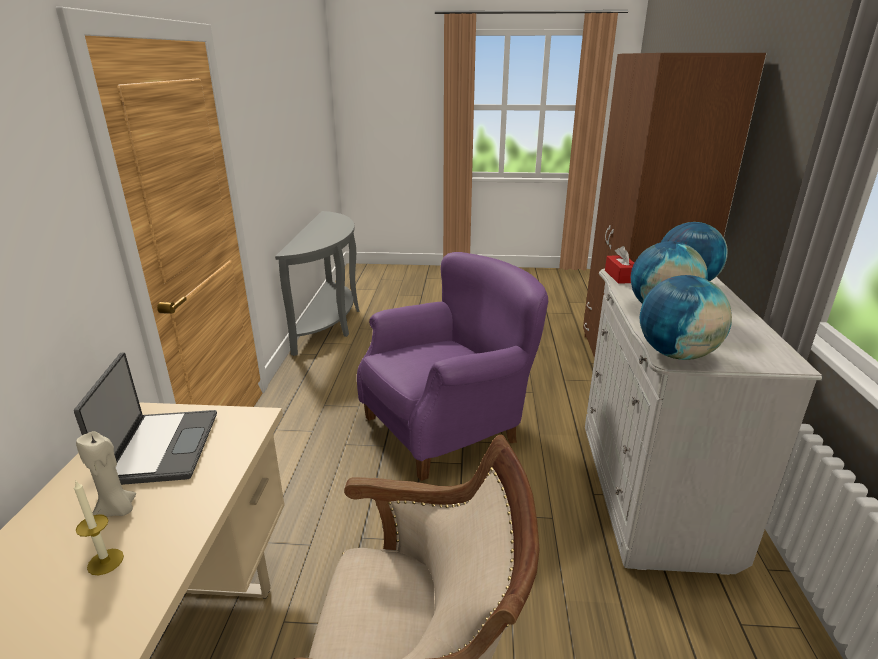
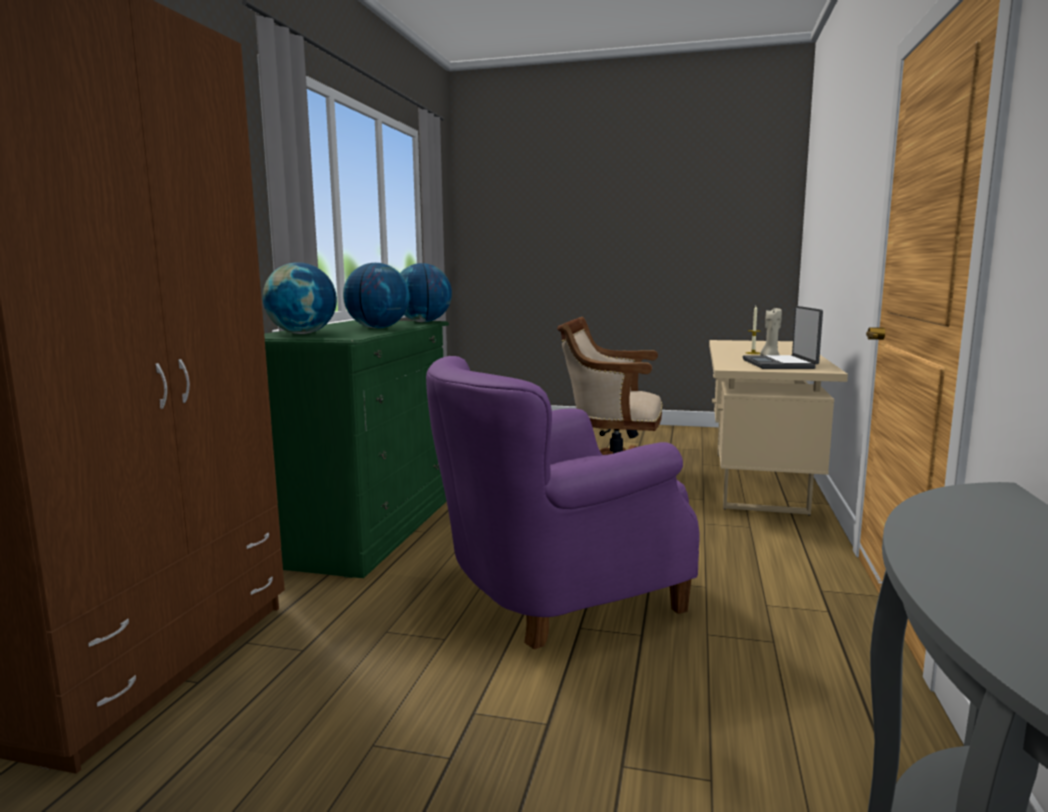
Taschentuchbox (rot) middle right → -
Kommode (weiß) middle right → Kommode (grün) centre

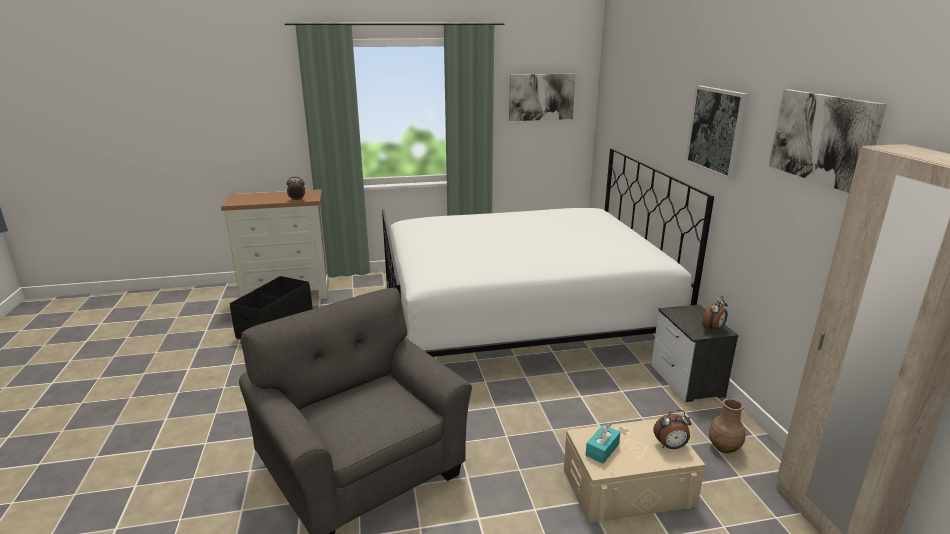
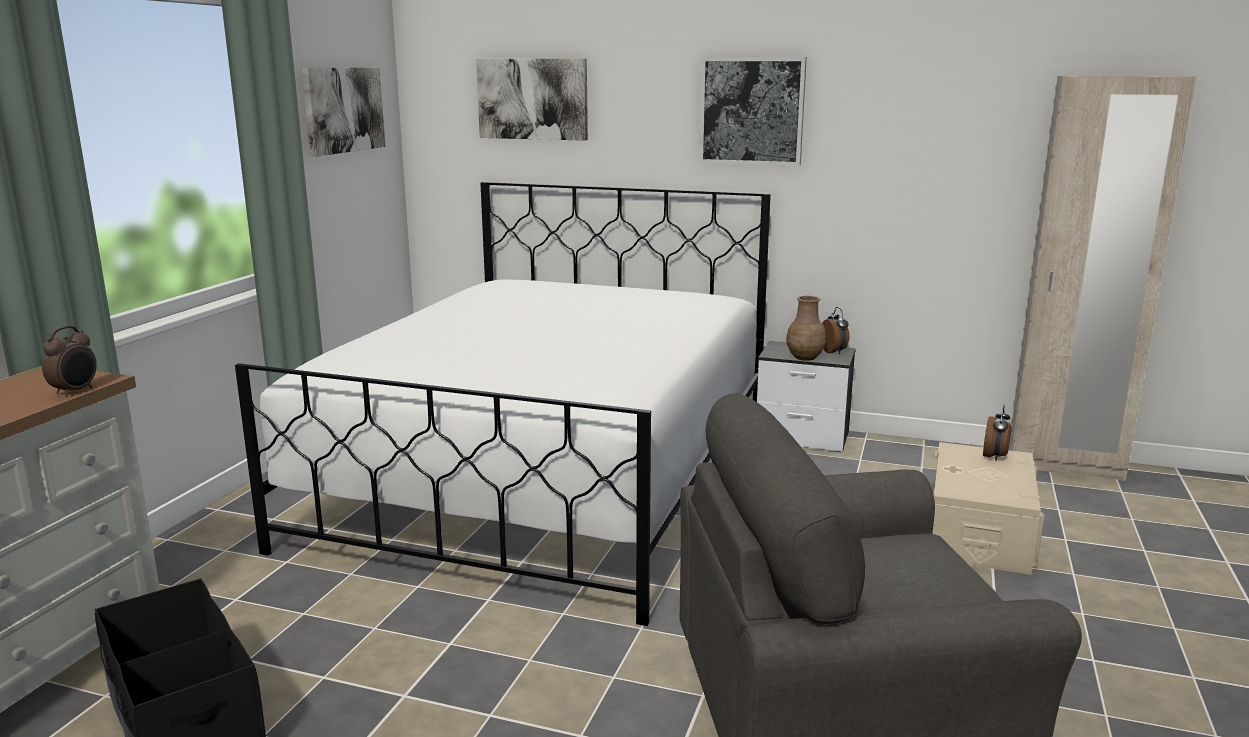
Bild (3rd from left in the first image) top right → Bild (2nd from left) top centre, moved
Vase (braun) bottom right → Vase (braun) centre, moved
Taschentuchbox (türkis) bottom centre → -

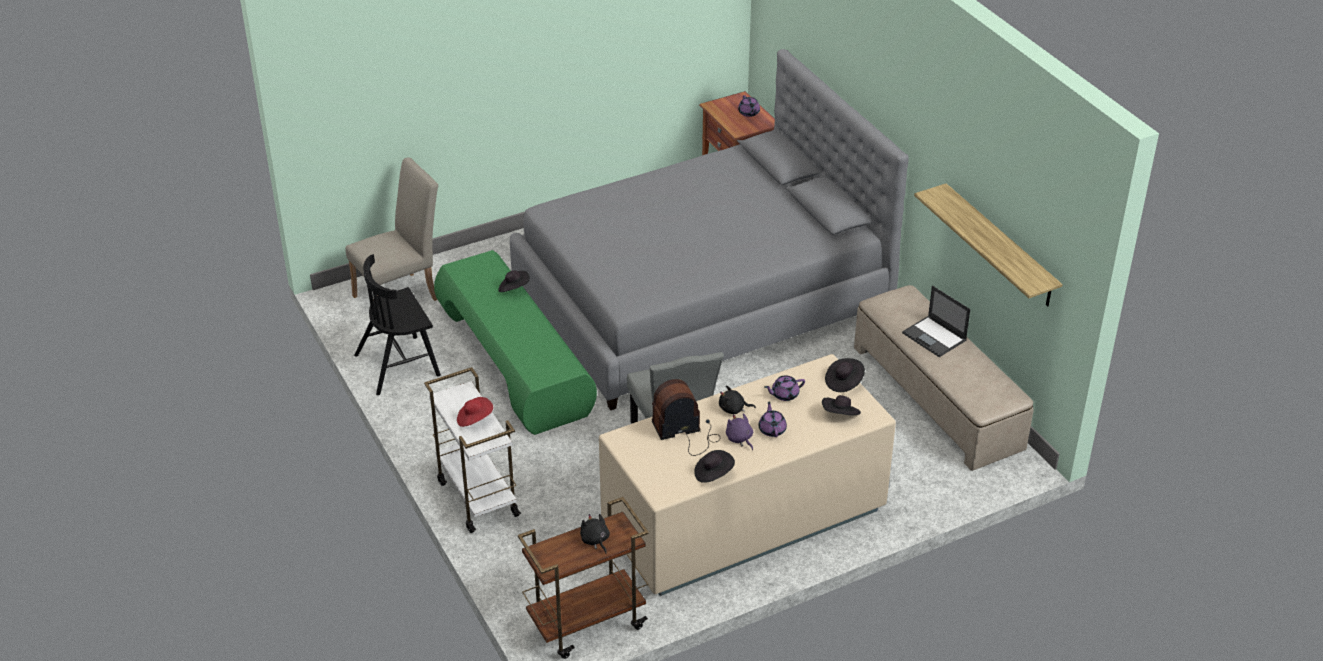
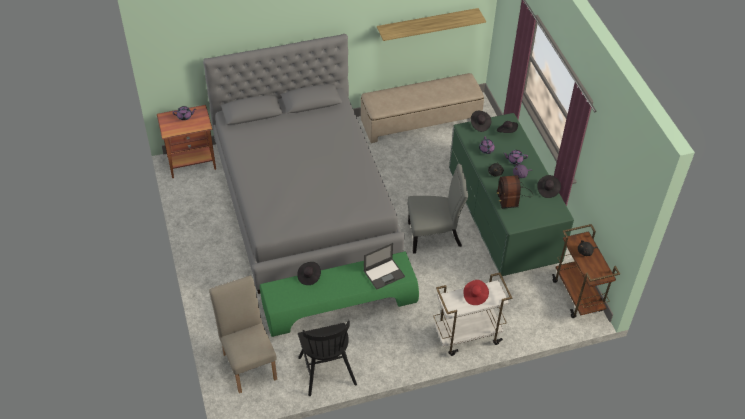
Laptop middle right → Laptop centre, moved
Kommode (beige) bottom centre → Kommode (grün) middle right

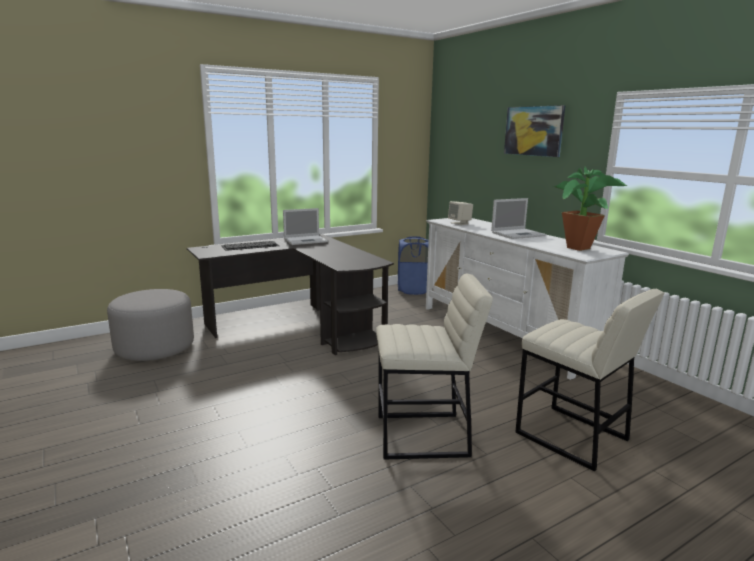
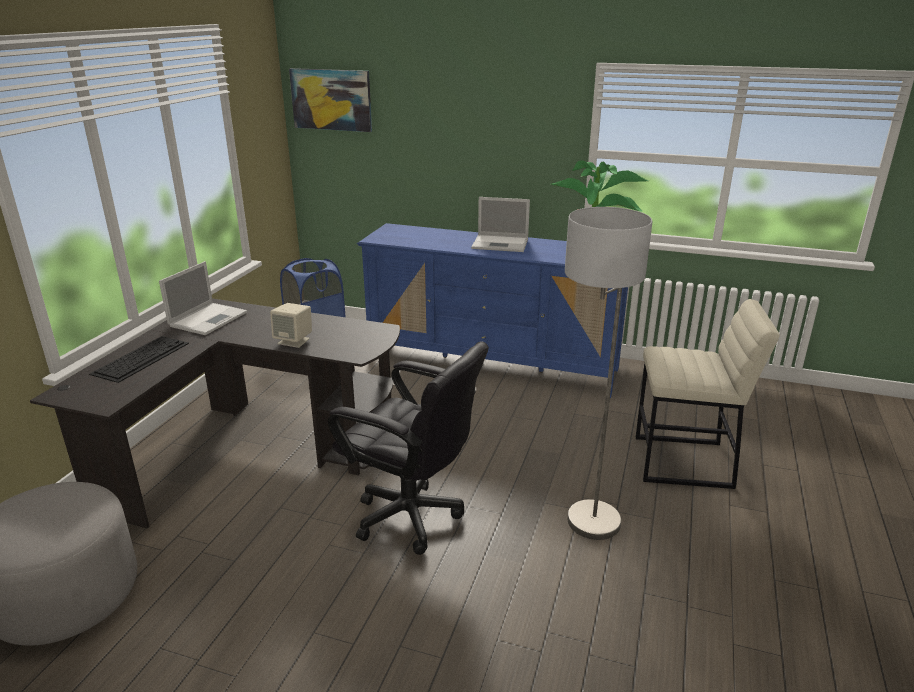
Bild top right → Bild top centre, moved
Laptop (2nd from left) middle right → Laptop (2nd from left) top centre, 75 degrees clockwise
Lautsprecher (beige) centre → Lautsprecher (beige) middle left, moved
Kommode (weiß) middle right → Kommode (blau) centre
Stuhl (beige) (1st from left) centre → Stehlampe (grau) centre
- → Bürostuhl (schwarz) centre

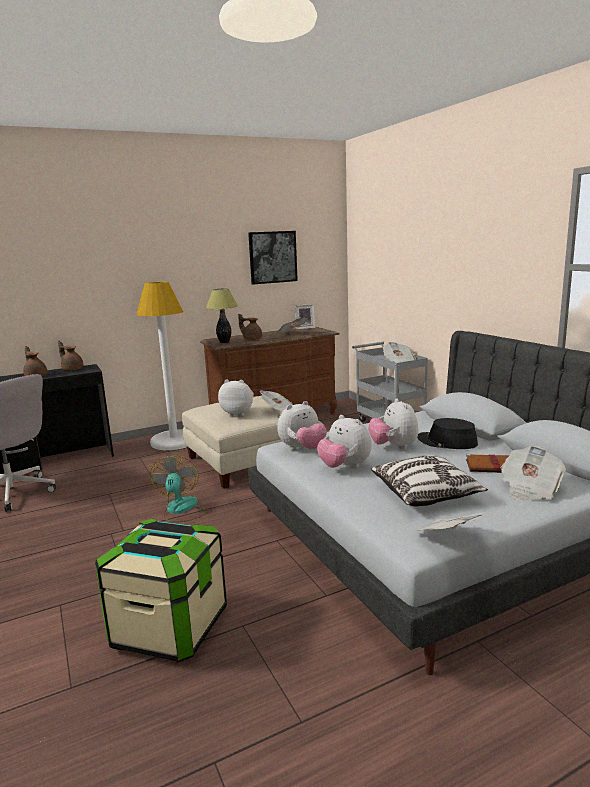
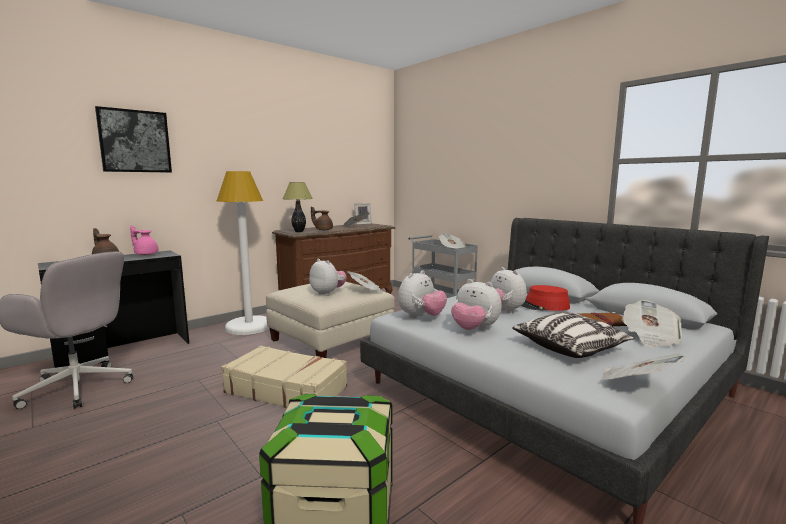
Bild top centre → Bild top left, moved
Teekanne (braun) (2nd from left) middle left → Teekanne (rosa) middle left
Plüschtier (1st from left) centre, 45 degrees clockwise
Hut (schwarz) middle right → Hut (rot) middle right
Ventilator middle left → Koffer (beige) bottom centre

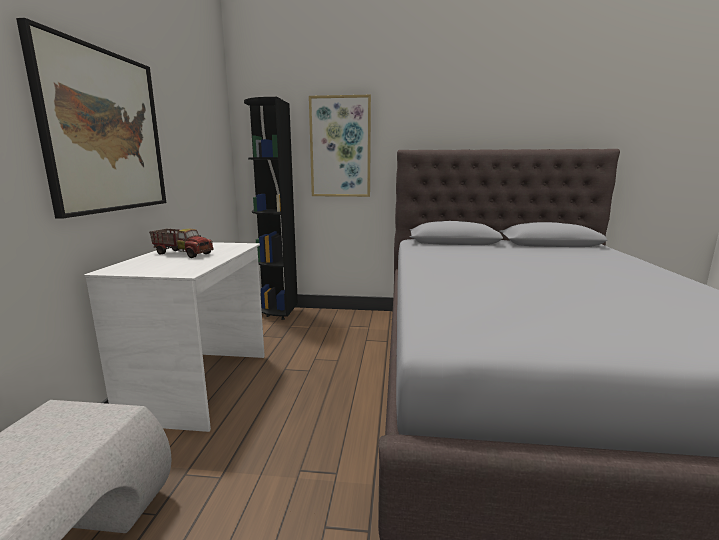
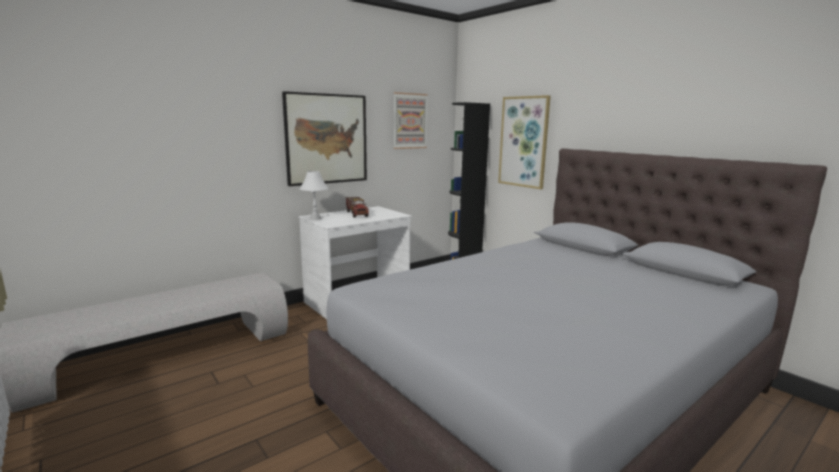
- → Bild (2nd from left) top centre
- → Tischlampe (weiß) centre

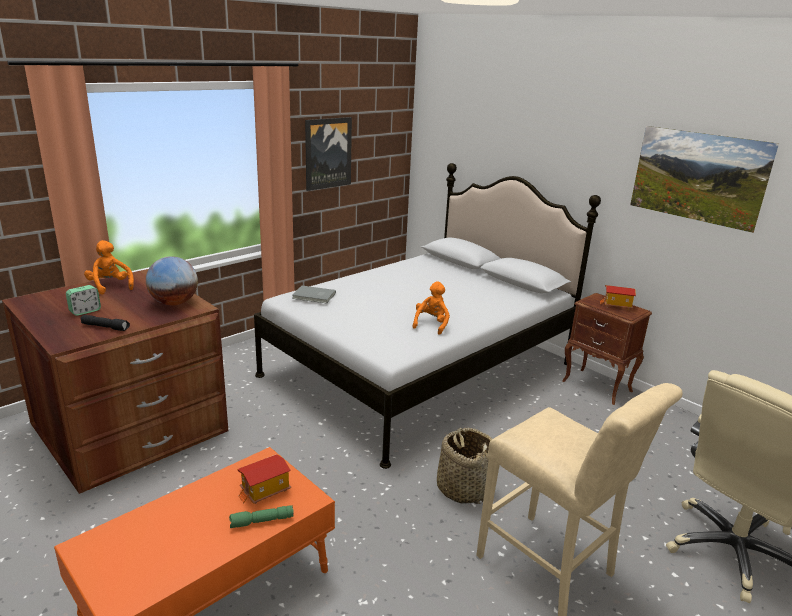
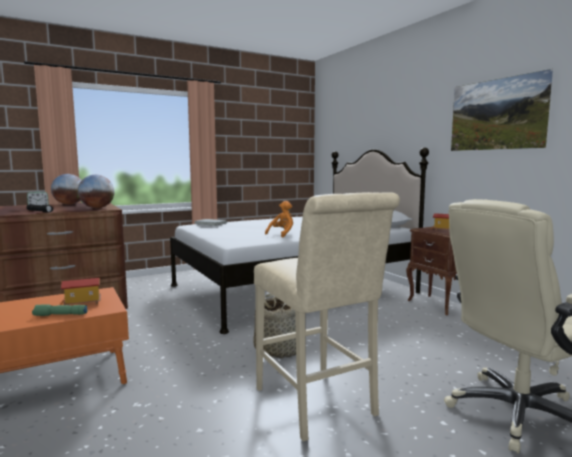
Bild (1st from left) top centre → -
Plüschtier (orange) (1st from left) middle left → Globus (1st from left) middle left

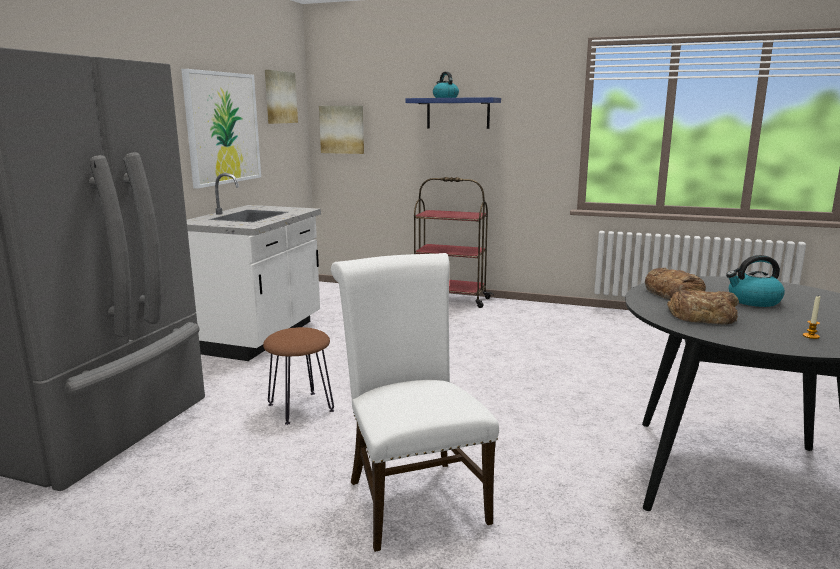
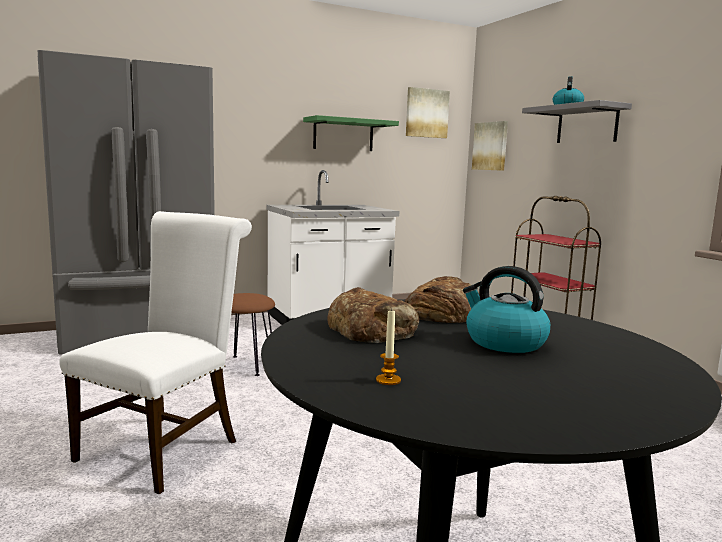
Bild (1st from left) top left → Wandregal (grün) top centre
Wandregal (blau) top centre → Wandregal (grau) top right

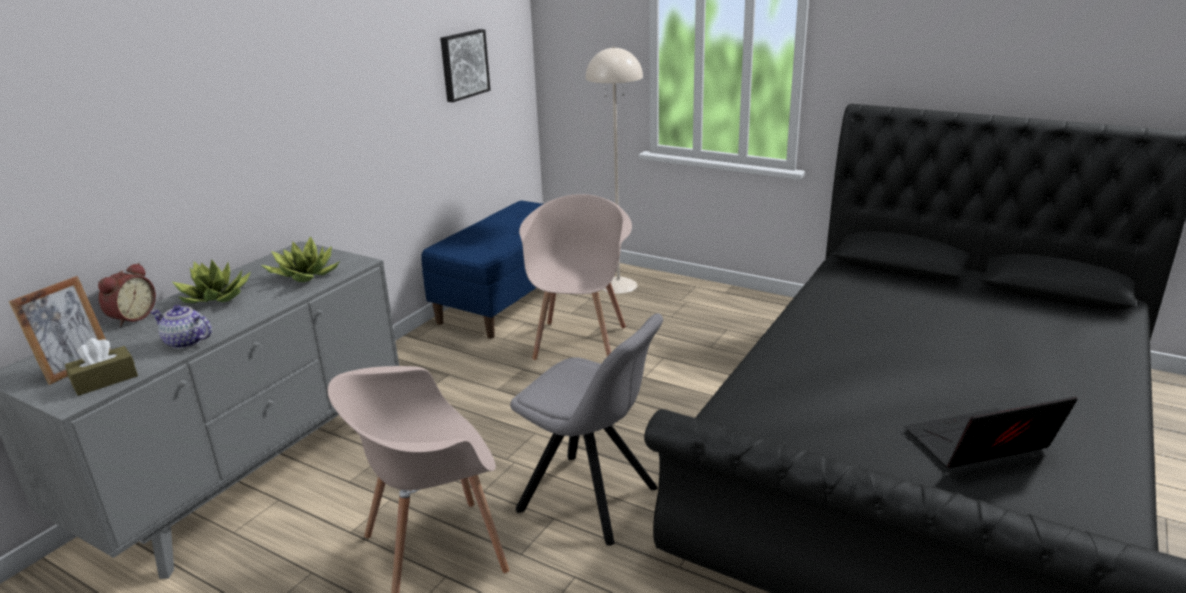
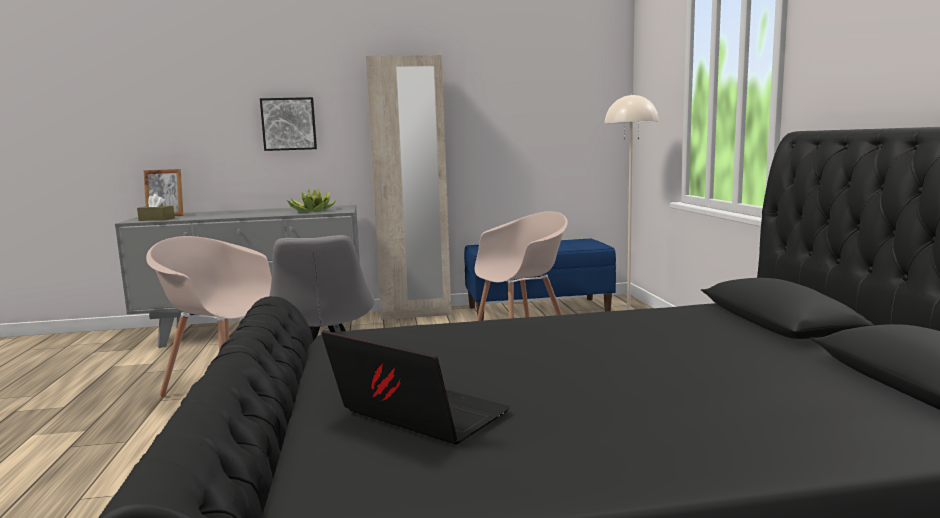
Bild top centre → Bild top left, moved
Topfpflanze (1st from left) middle left → -
Wecker middle left → -
Teekanne middle left → -
- → Kleiderschrank (beige) centre

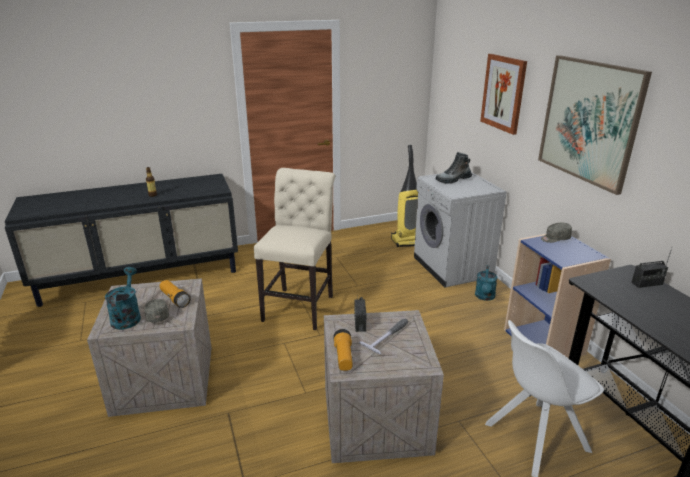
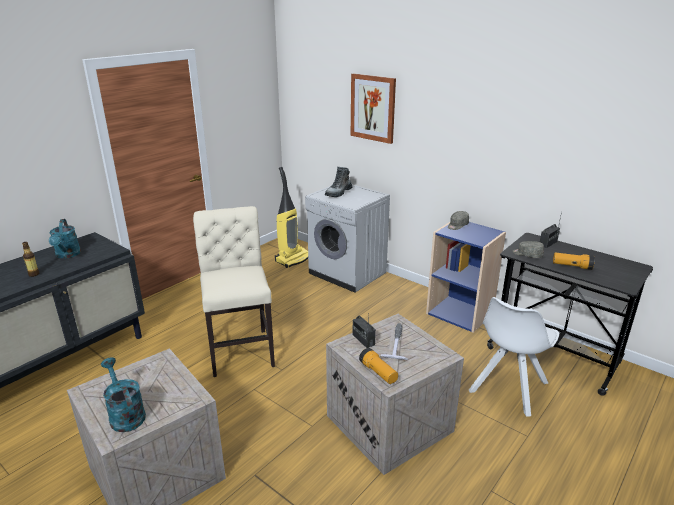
Bild (2nd from left) top right → -
Gießkanne (türkis) (2nd from left in the first image) middle right → Gießkanne (türkis) (1st from left) middle left, moved
Taschenlampe (1st from left in the first image) middle left → Taschenlampe (2nd from left) middle right, moved
Kappe (grau) (1st from left in the first image) middle left → Kappe (grau) (2nd from left) middle right, moved

